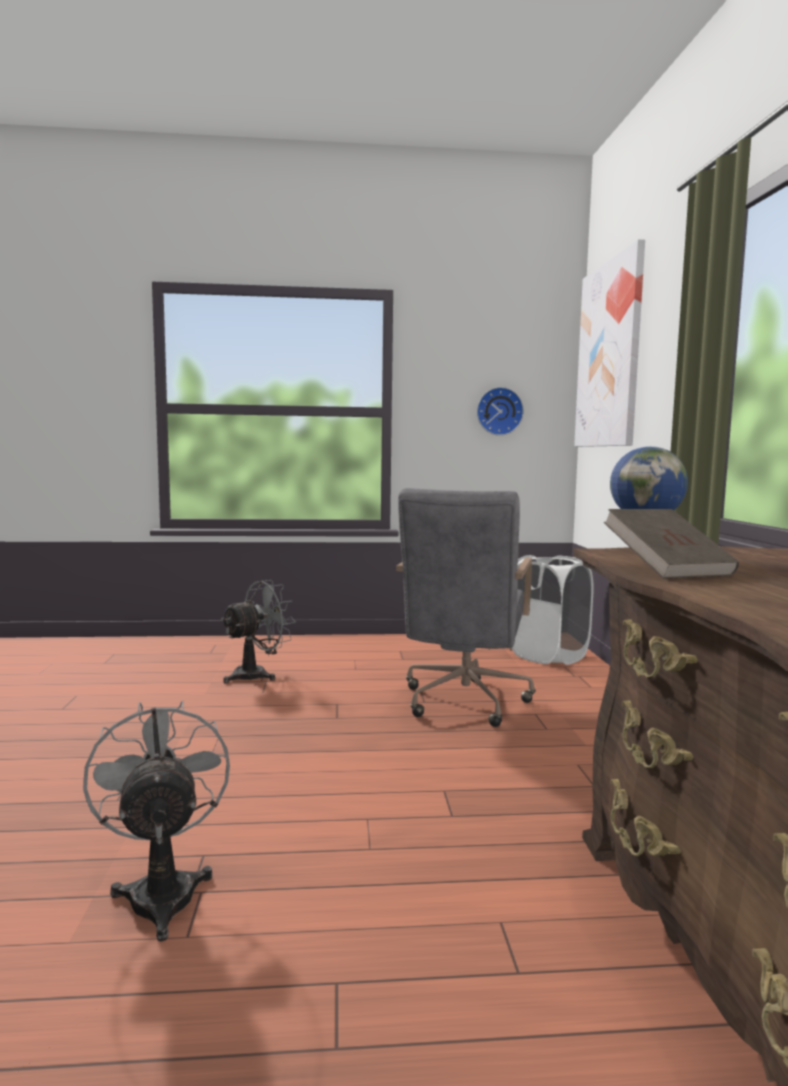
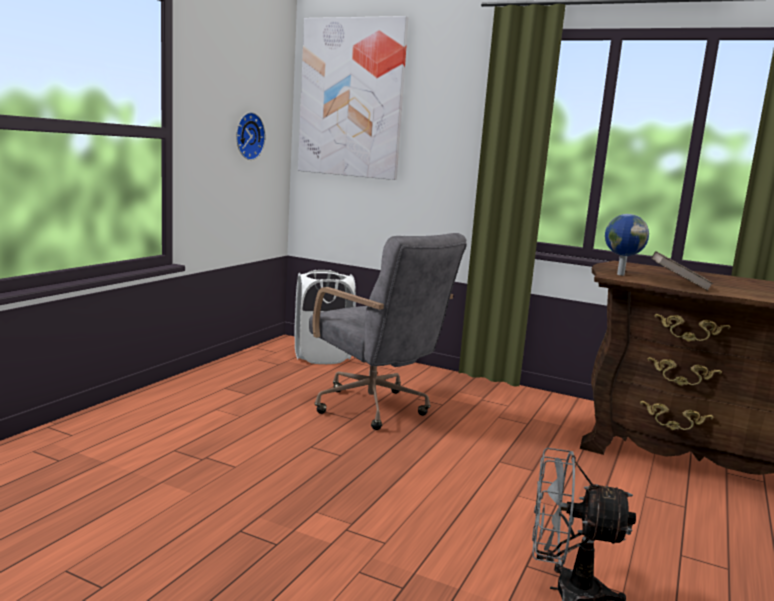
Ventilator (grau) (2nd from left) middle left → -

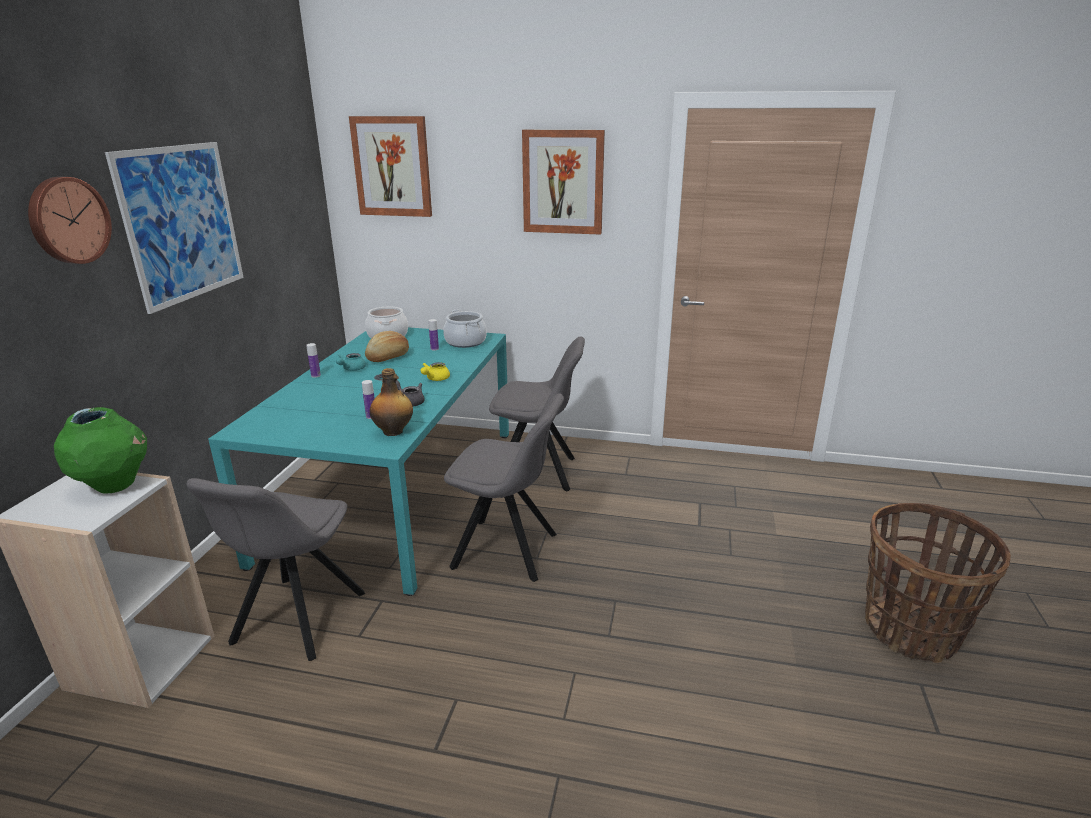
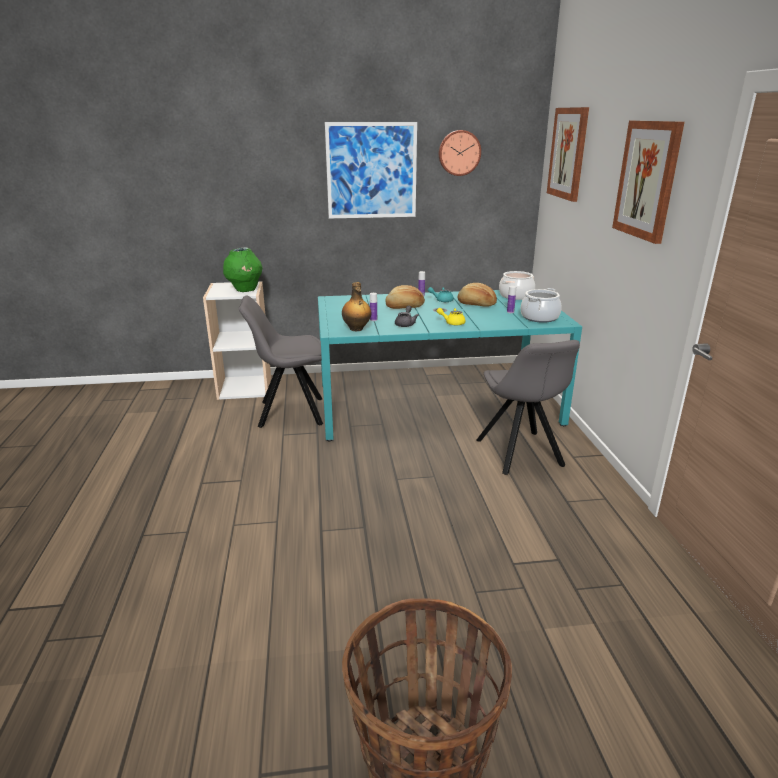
Wanduhr top left → Wanduhr top centre, moved
Stuhl (grau) (2nd from left) centre → -
- → Brot (1st from left) centre

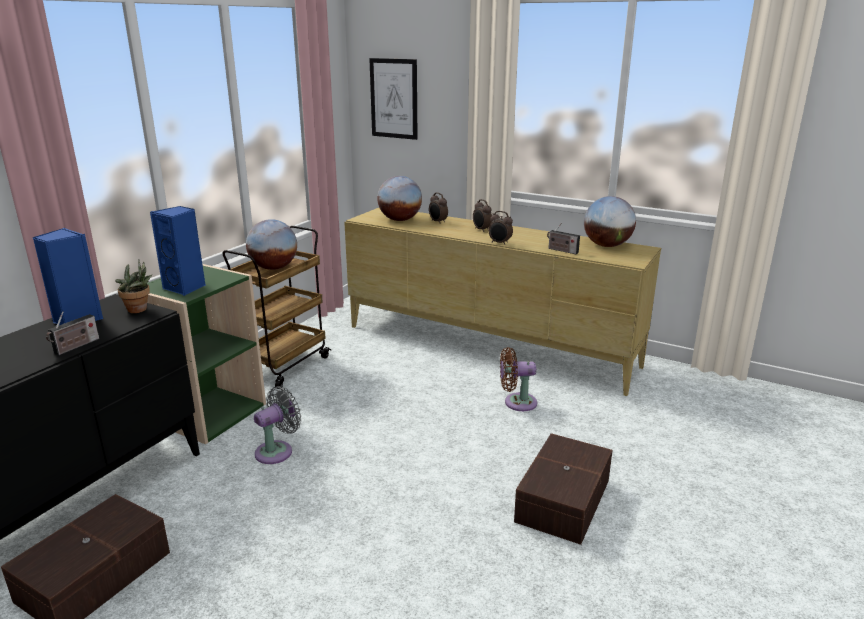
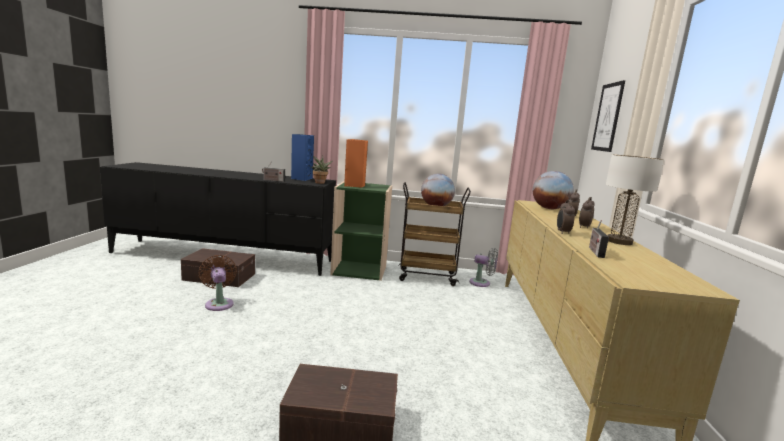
Globus (3rd from left) middle right → -
Lautsprecher (blau) (2nd from left) middle left → Lautsprecher (orange) centre
Ventilator (braun) centre → Ventilator (braun) middle left, moved
Ventilator (grau) bottom left → Ventilator (grau) centre, moved
- → Tischlampe middle right

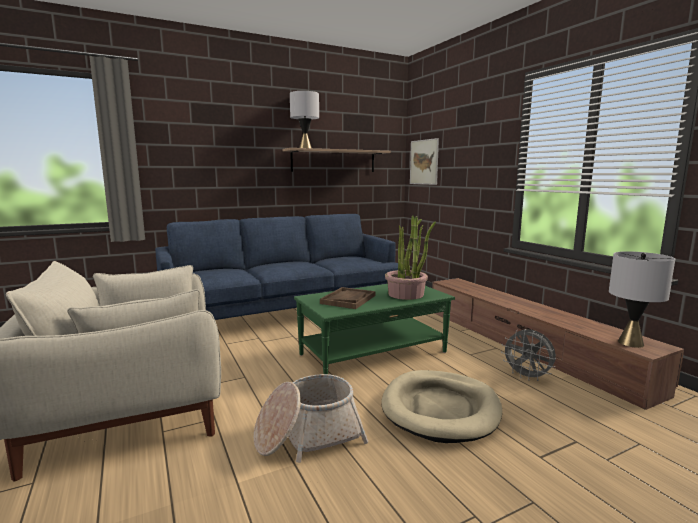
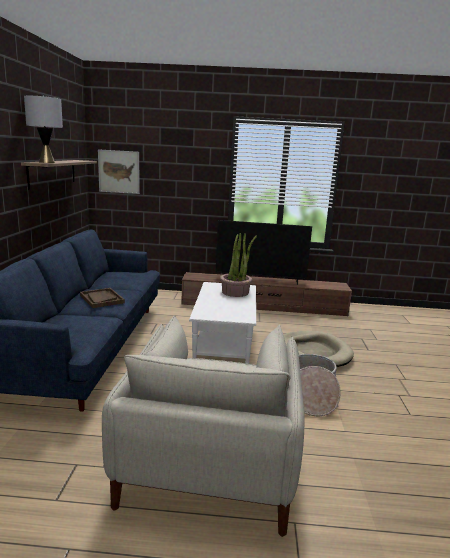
Tischlampe (grau) (2nd from left) middle right → -
Couchtisch (grün) centre → Couchtisch (weiß) centre
Tablett (braun) centre → Tablett (braun) middle left, moved
Ventilator (grau) bottom right → -
- → Fernseher centre

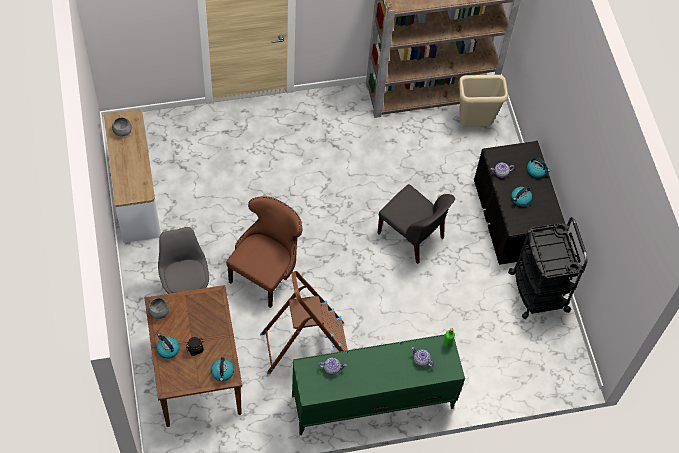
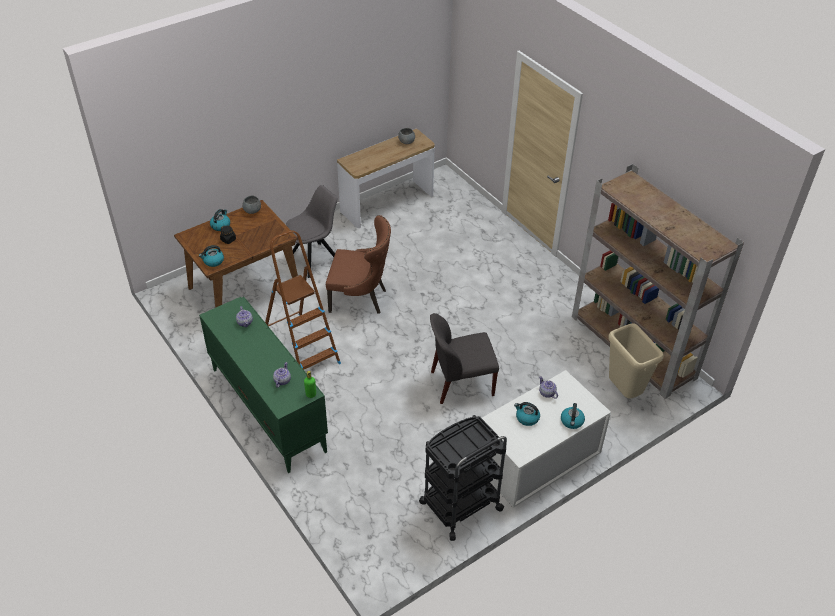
Schrank (schwarz) middle right → Schrank (weiß) bottom centre
Stuhl (grau) (2nd from left) centre, 60 degrees clockwise

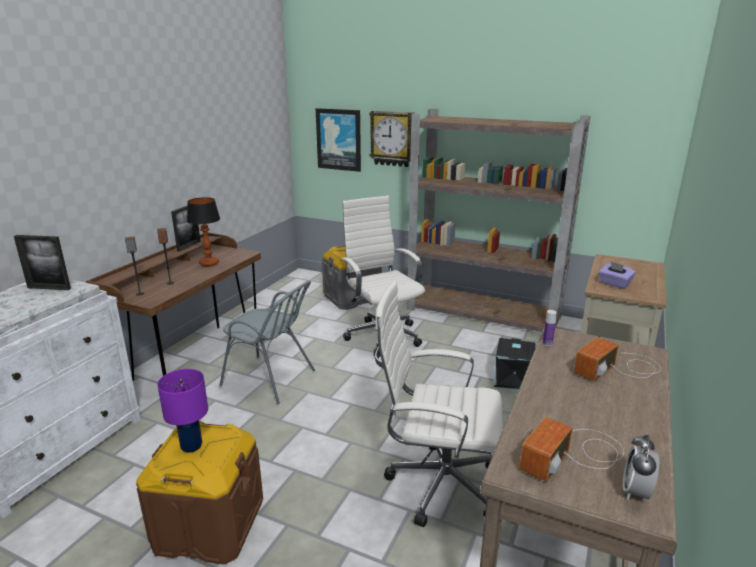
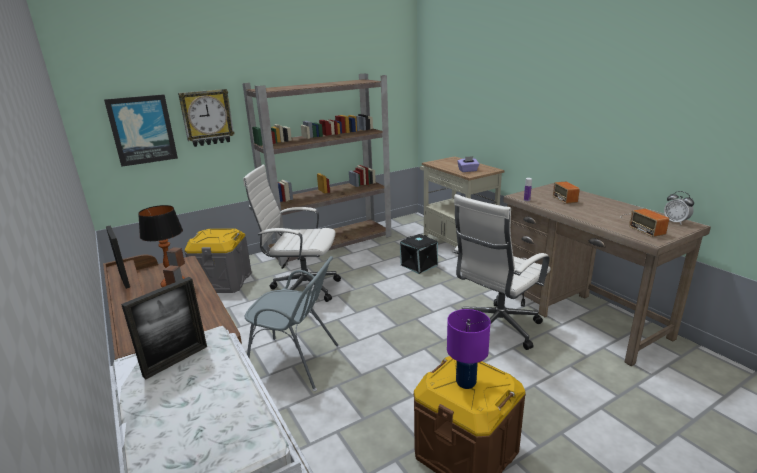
Stuhl (grau) centre → Stuhl (grau) bottom centre, 45 degrees clockwise

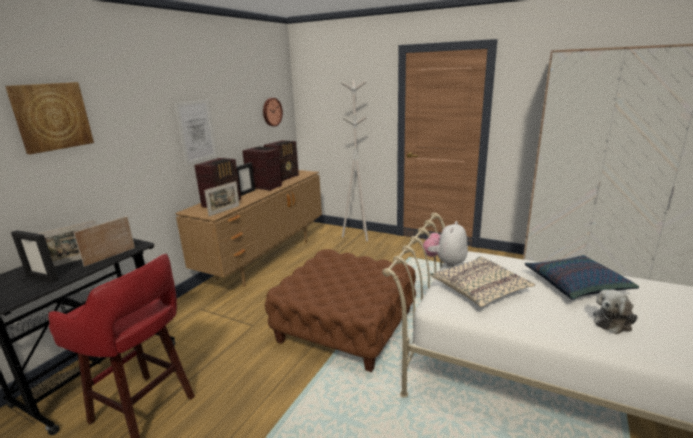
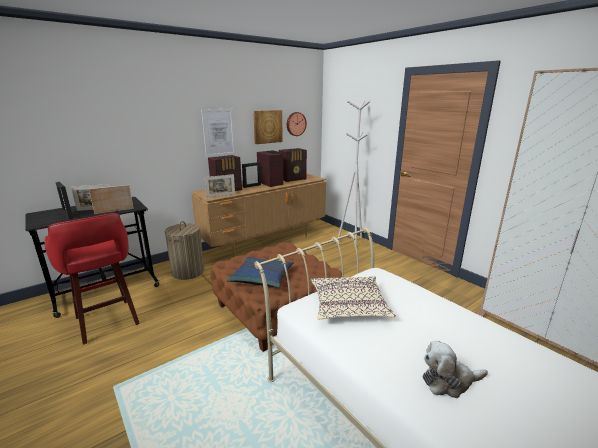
Bild (1st from left in the first image) top left → Bild (2nd from left) top centre, moved
Plüschtier (1st from left) centre → -
Kissen (blau) middle right → Kissen (blau) centre, moved
- → Wäschekorb middle left

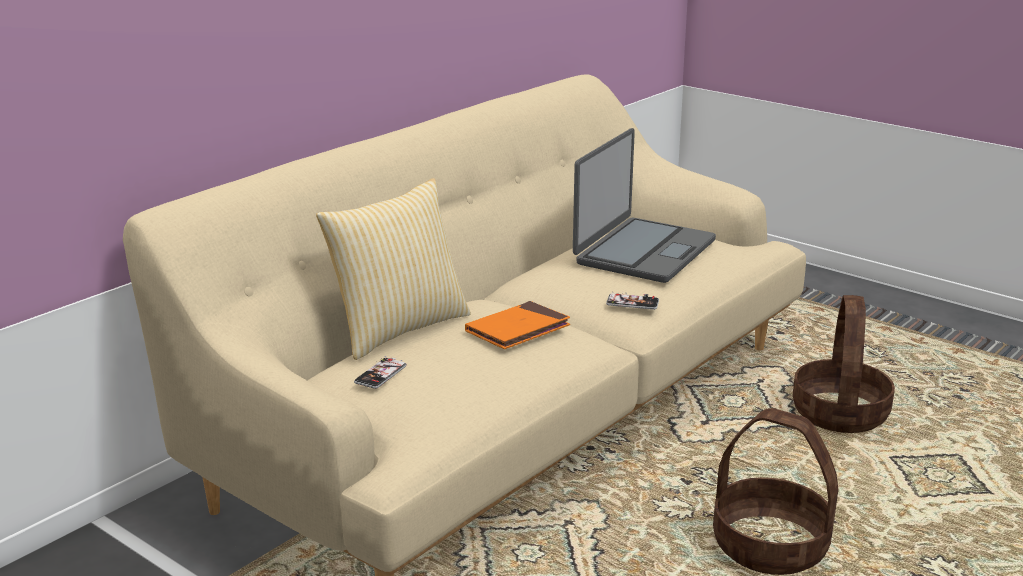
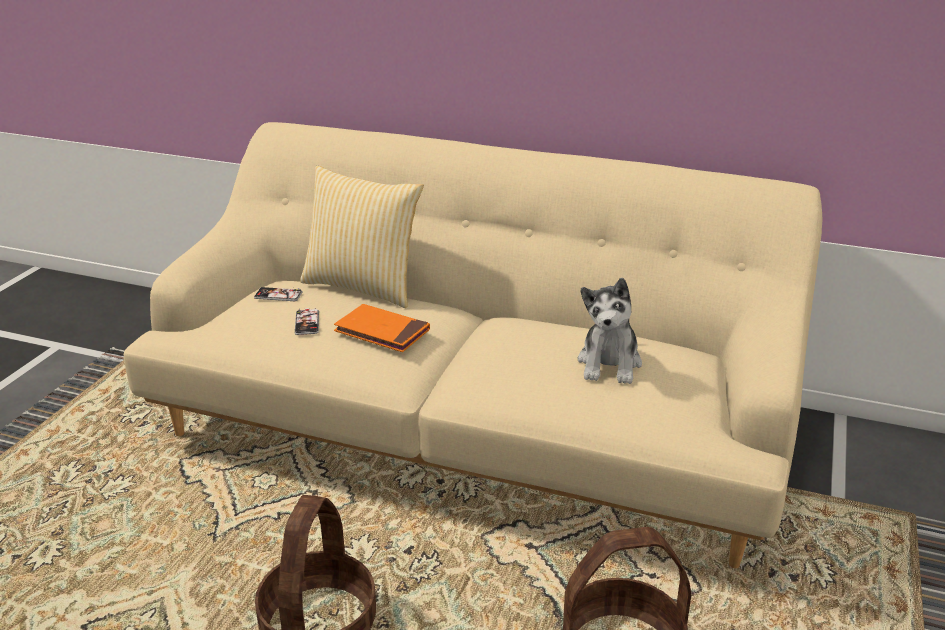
Laptop centre → Plüschtier centre
Handy (2nd from left) centre → Handy (2nd from left) middle left, moved

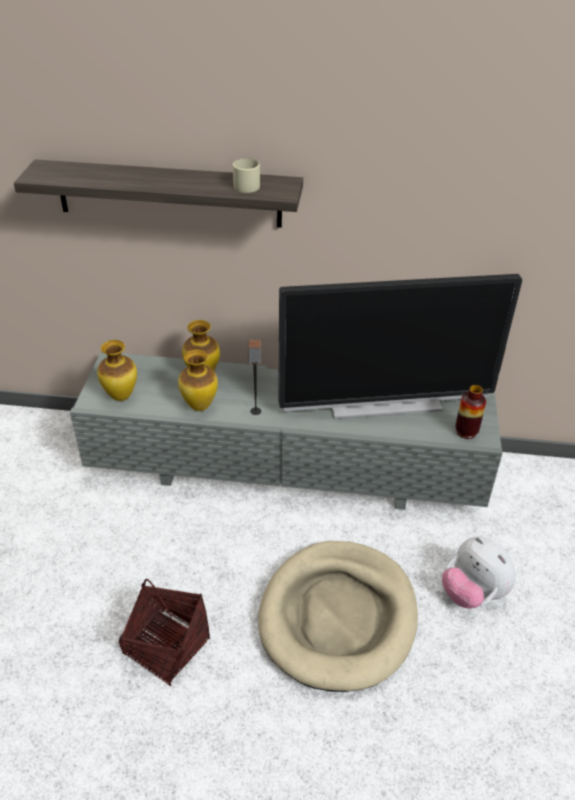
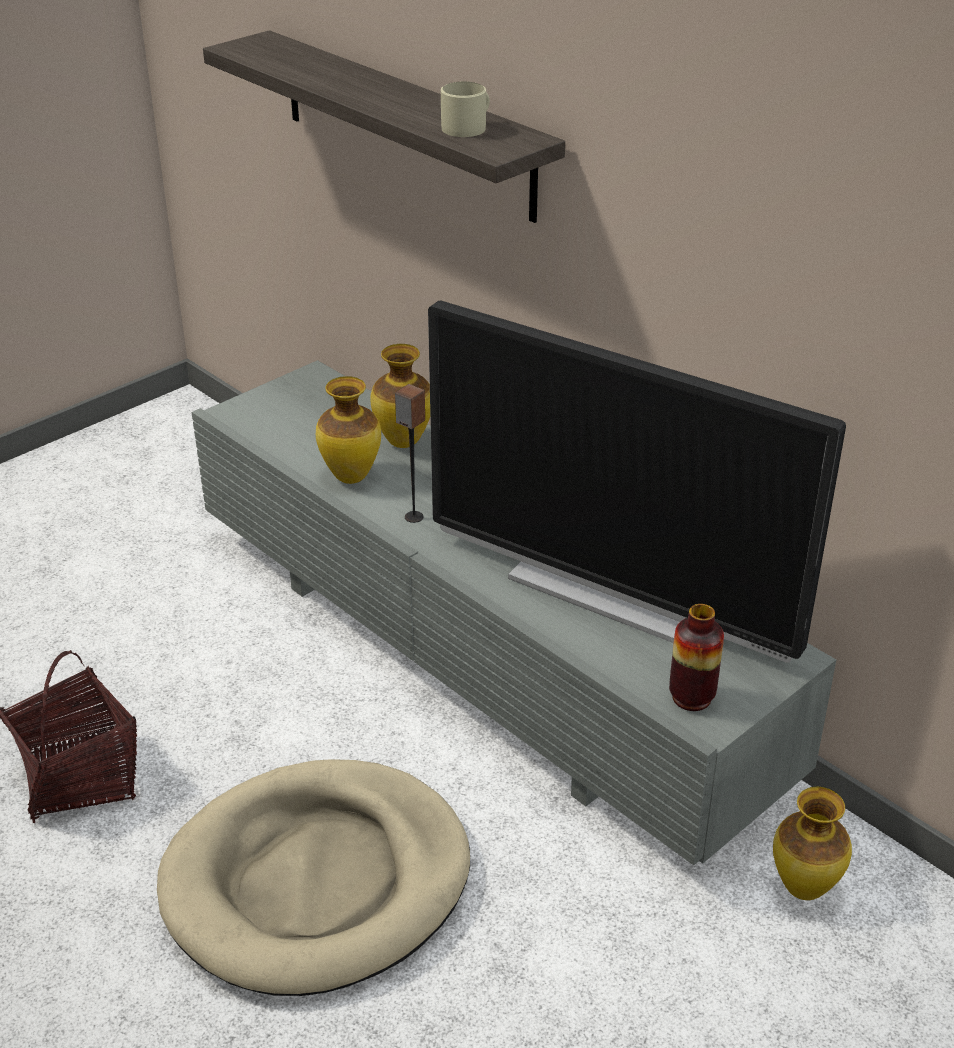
Vase (1st from left in the first image) middle left → Vase (4th from left) bottom right, moved
Plüschtier bottom right → -

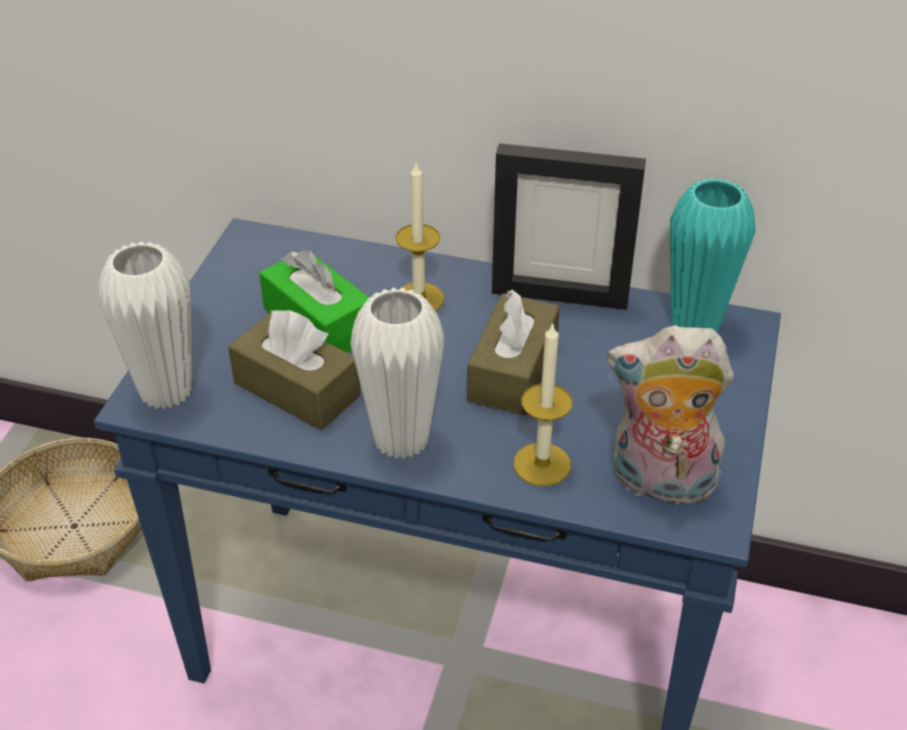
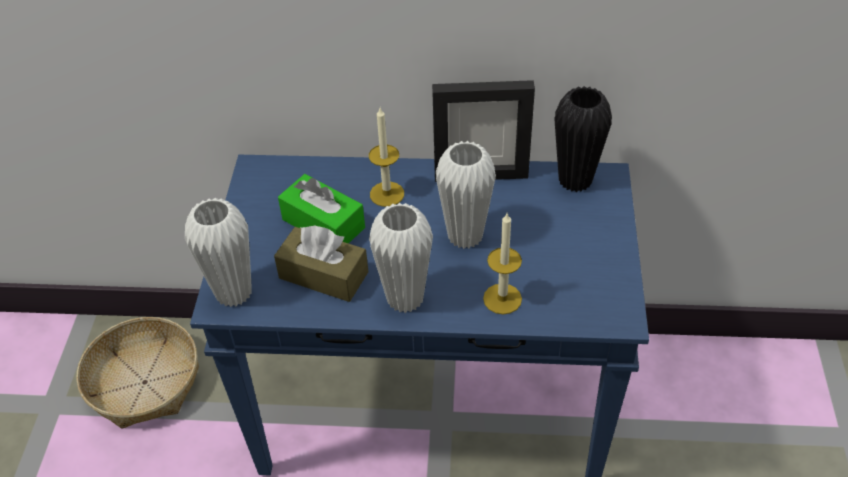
Vase (türkis) middle right → Vase (schwarz) top right
Taschentuchbox (braun) (2nd from left) centre → Vase (weiß) (3rd from left) centre
Plüschtier middle right → -

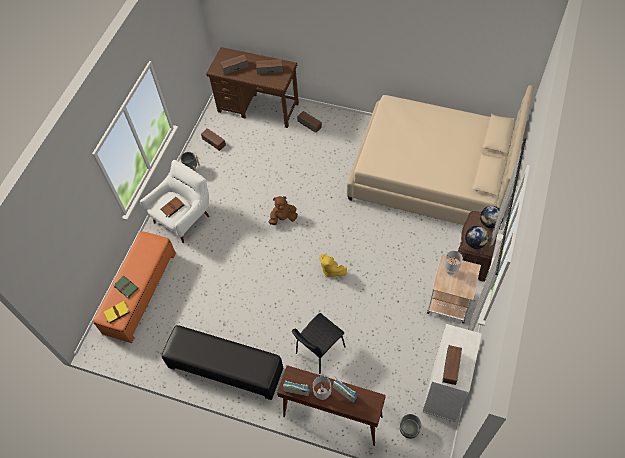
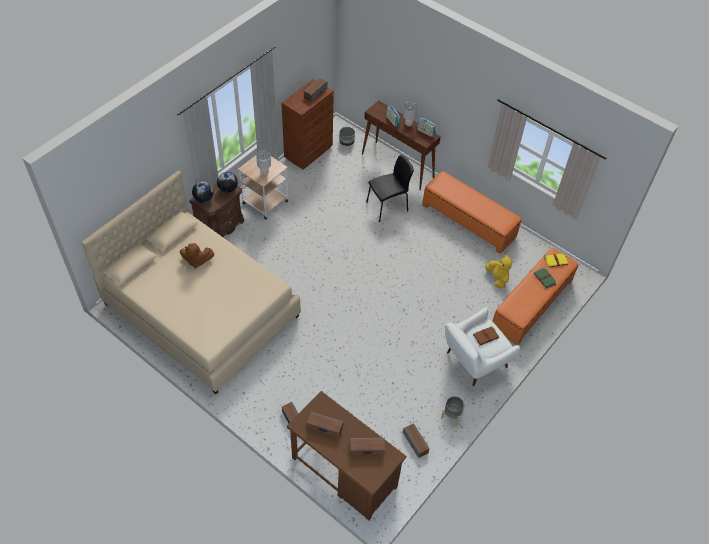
Plüschtier (braun) centre → Plüschtier (braun) middle left, moved
Plüschtier (gelb) centre → Plüschtier (gelb) middle right, moved
Kommode (weiß) bottom right → Kommode (braun) top centre
Bank (schwarz) bottom centre → Bank (orange) (1st from left) centre

